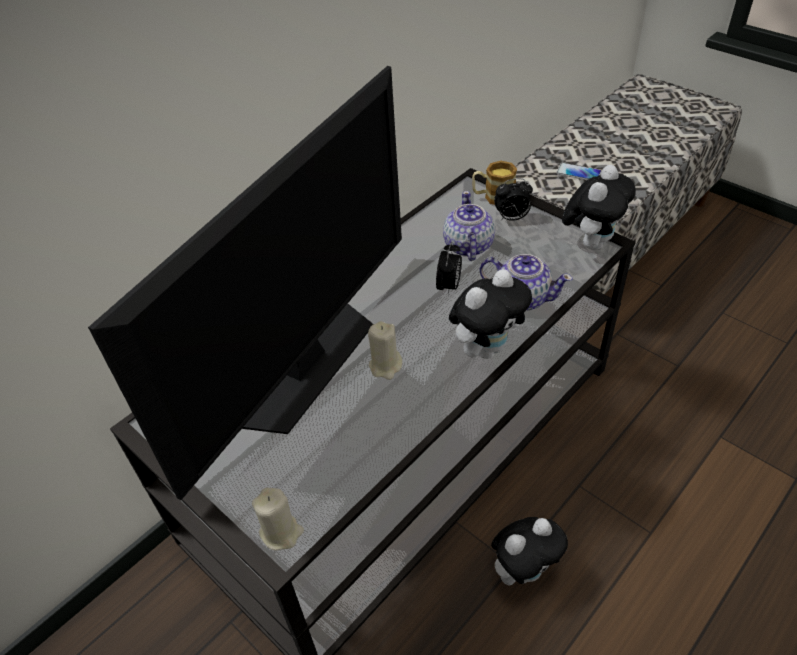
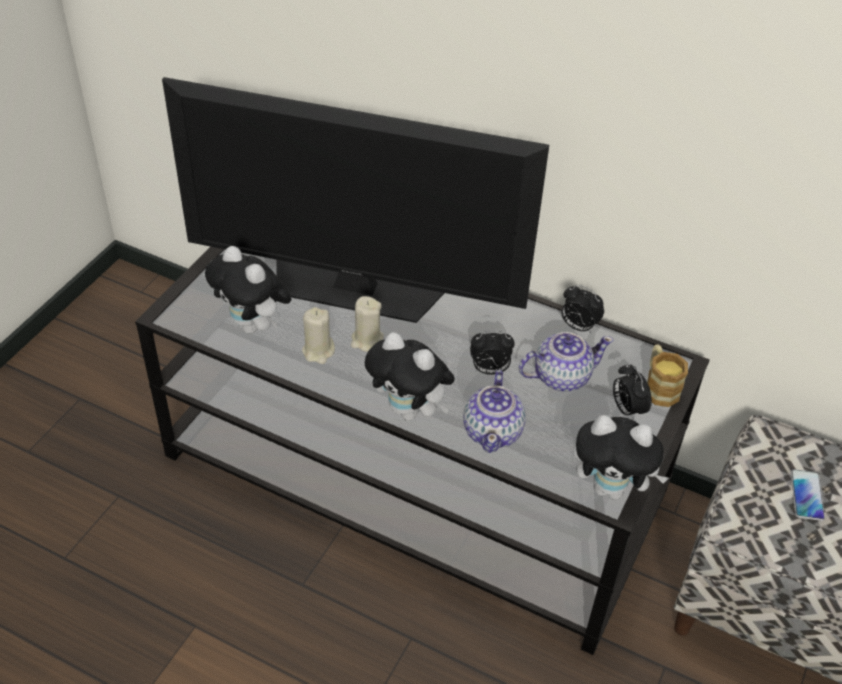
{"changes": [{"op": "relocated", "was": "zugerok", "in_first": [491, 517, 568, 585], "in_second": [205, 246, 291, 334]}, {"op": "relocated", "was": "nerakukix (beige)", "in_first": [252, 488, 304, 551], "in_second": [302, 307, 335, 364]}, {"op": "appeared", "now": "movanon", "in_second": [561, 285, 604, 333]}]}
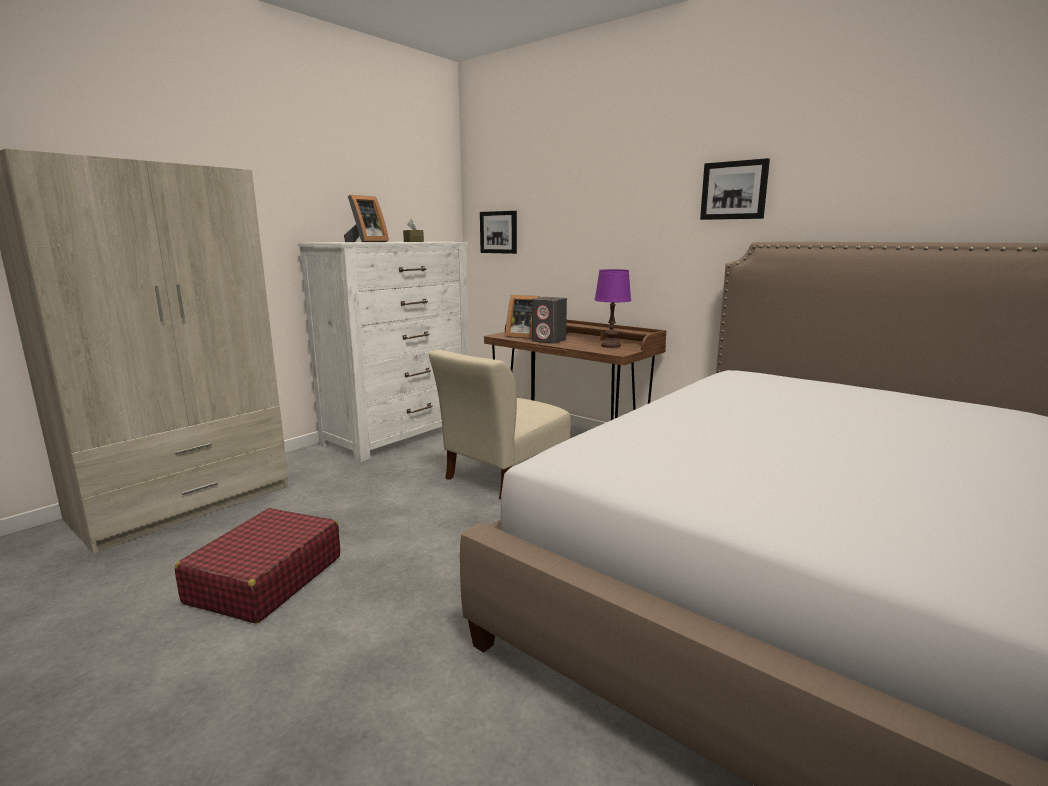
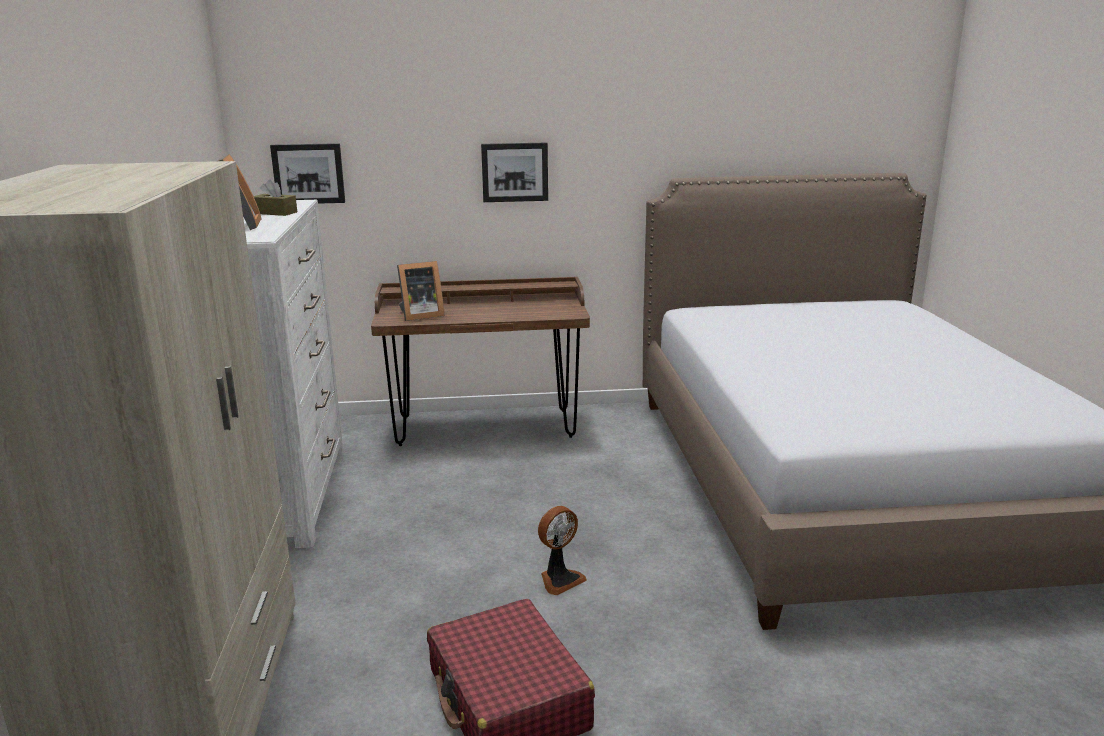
{"changes": [{"op": "relocated", "was": "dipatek", "in_first": [700, 158, 770, 220], "in_second": [481, 143, 548, 202]}, {"op": "appeared", "now": "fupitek", "in_second": [538, 506, 587, 595]}, {"op": "missing", "was": "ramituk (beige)", "in_first": [429, 350, 570, 499]}, {"op": "missing", "was": "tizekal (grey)", "in_first": [532, 297, 567, 344]}, {"op": "missing", "was": "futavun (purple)", "in_first": [595, 269, 631, 348]}]}
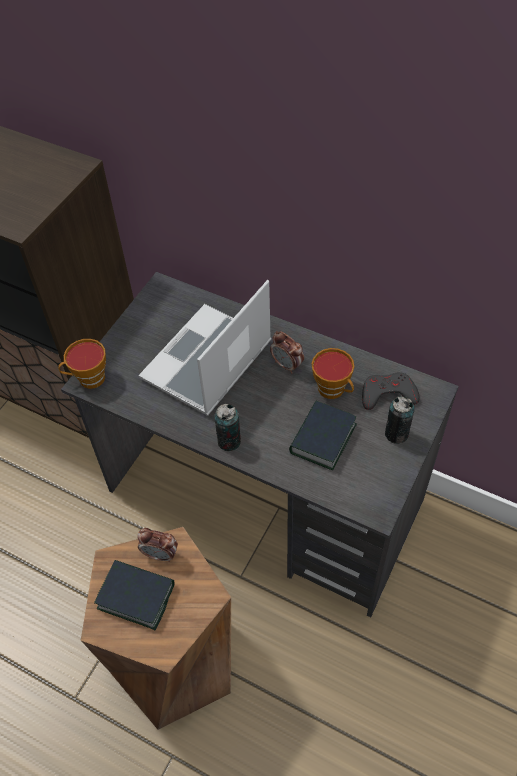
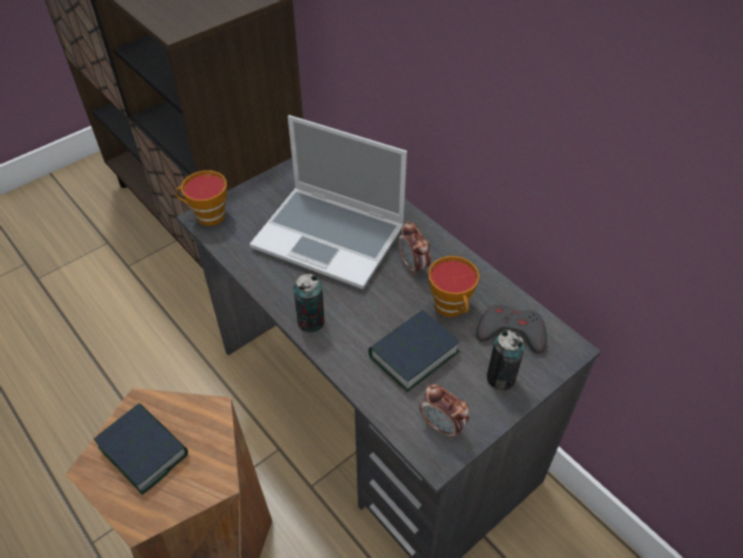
{"changes": [{"op": "spun", "was": "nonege", "in_first": [138, 280, 271, 416], "in_second": [250, 115, 407, 289], "clockwise": -120}, {"op": "relocated", "was": "movanon", "in_first": [137, 528, 178, 562], "in_second": [420, 384, 469, 439]}]}
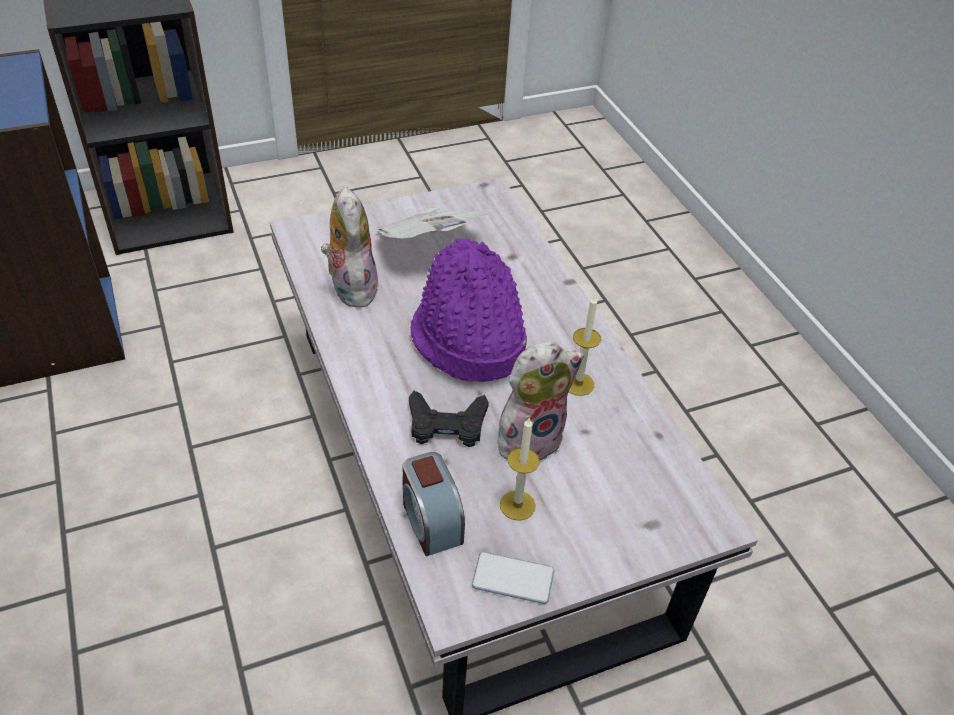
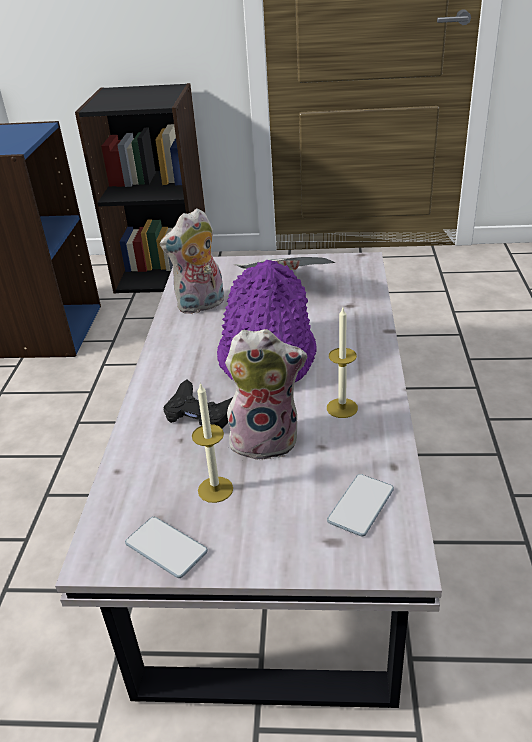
{"changes": [{"op": "spun", "was": "zugerok", "in_first": [321, 187, 380, 308], "in_second": [160, 208, 224, 315], "clockwise": -135}, {"op": "appeared", "now": "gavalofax", "in_second": [327, 474, 394, 537]}, {"op": "missing", "was": "movanon", "in_first": [403, 452, 465, 556]}]}
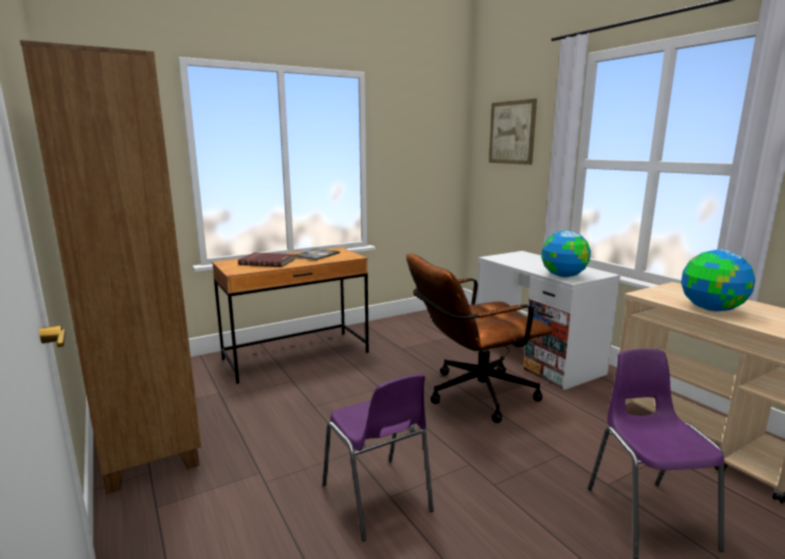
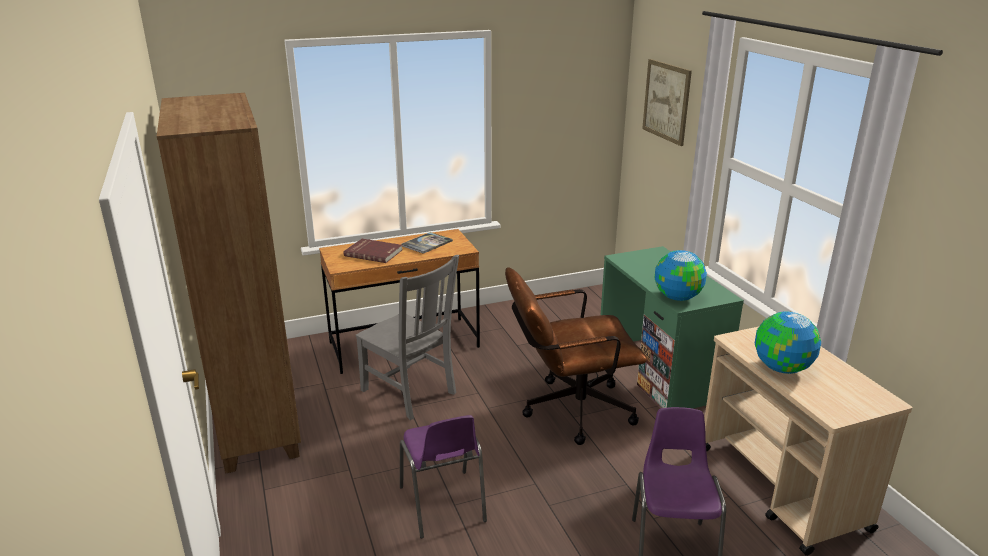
{"changes": [{"op": "appeared", "now": "ramituk (grey)", "in_second": [356, 255, 459, 420]}, {"op": "colour", "was": "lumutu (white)", "now": "lumutu (green)", "in_first": [476, 251, 621, 390], "in_second": [601, 246, 744, 409]}]}
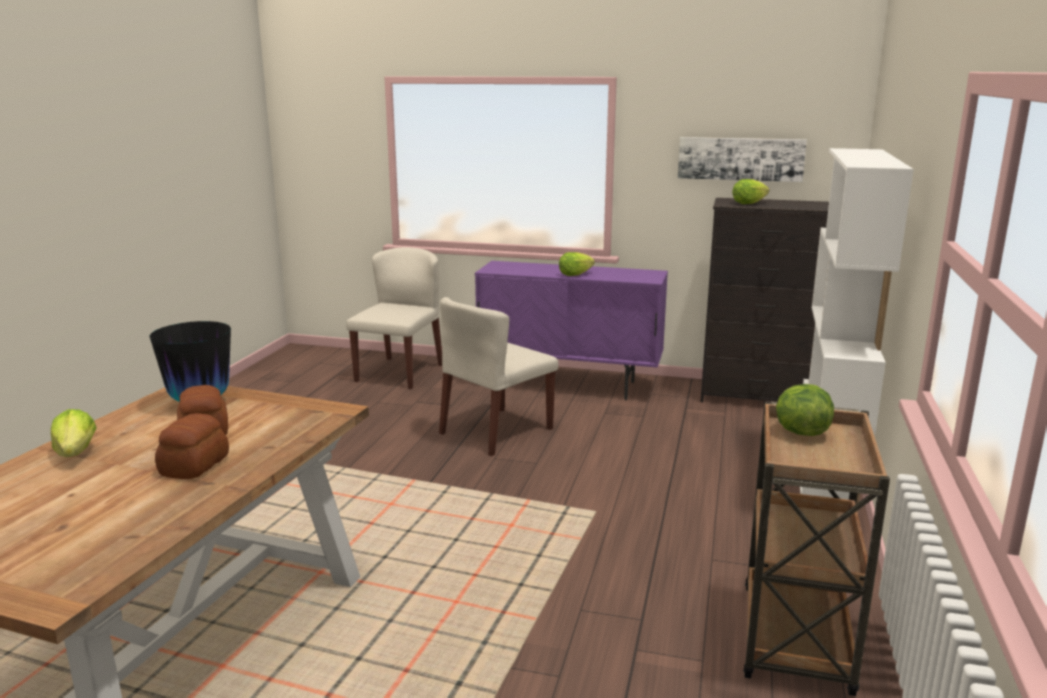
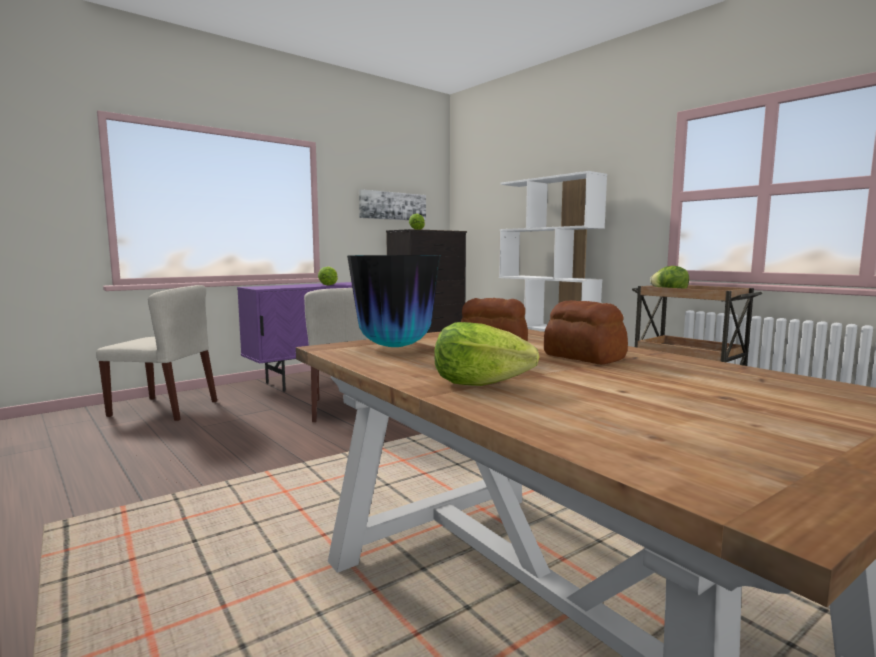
{"changes": [{"op": "spun", "was": "ramituk (beige)", "in_first": [346, 247, 442, 389], "in_second": [96, 285, 217, 421], "clockwise": 135}]}
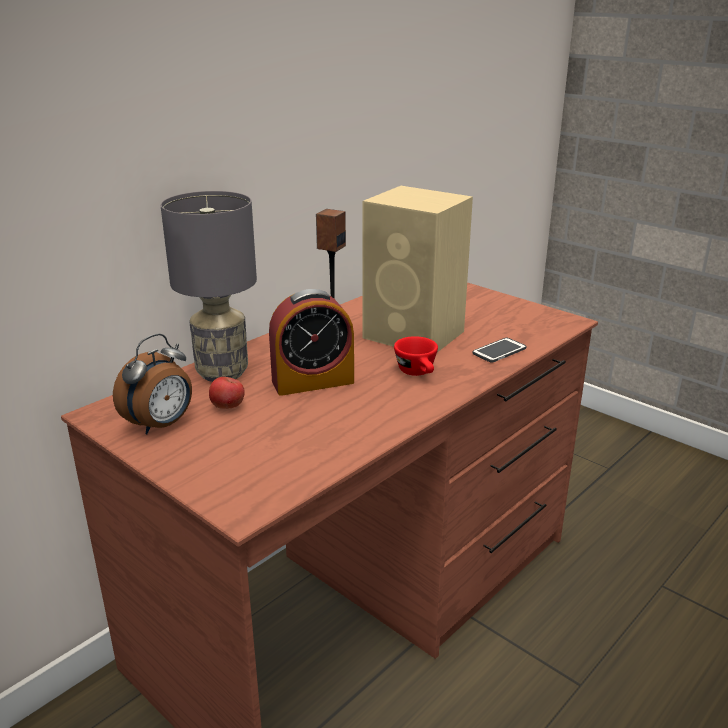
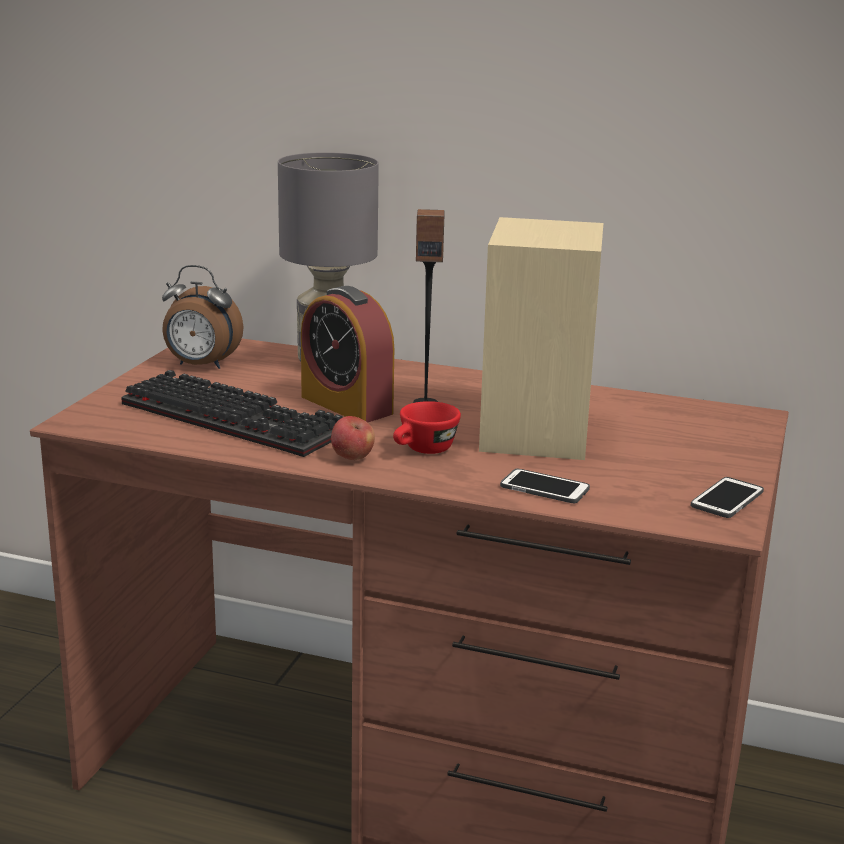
{"changes": [{"op": "appeared", "now": "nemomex", "in_second": [121, 370, 343, 457]}, {"op": "relocated", "was": "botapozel", "in_first": [209, 377, 245, 409], "in_second": [331, 416, 375, 460]}, {"op": "appeared", "now": "gavalofax", "in_second": [691, 477, 764, 518]}]}
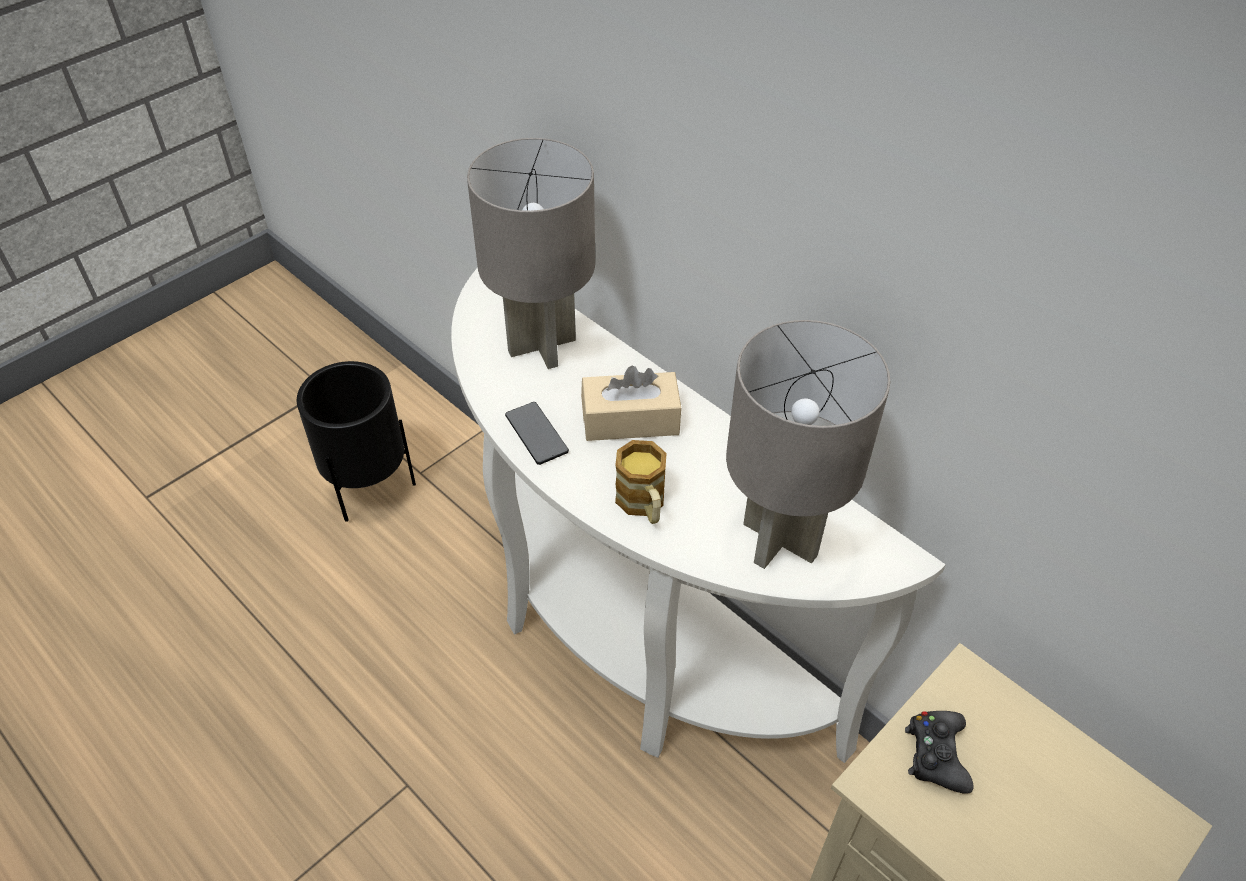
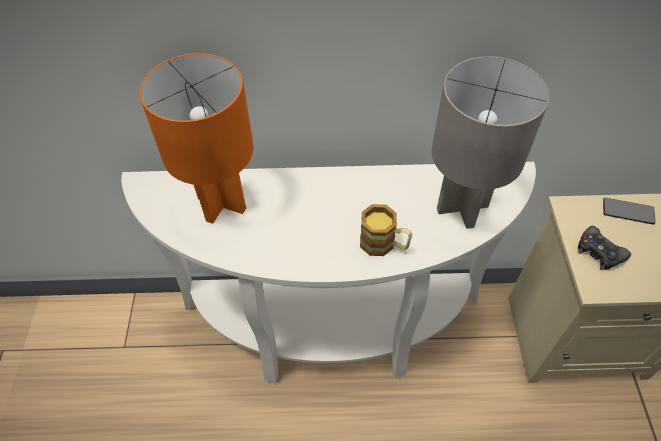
{"changes": [{"op": "colour", "was": "futavun (grey)", "now": "futavun (orange)", "in_first": [467, 138, 595, 369], "in_second": [140, 53, 254, 224]}, {"op": "relocated", "was": "gavalofax", "in_first": [505, 402, 569, 465], "in_second": [603, 198, 655, 224]}, {"op": "missing", "was": "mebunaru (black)", "in_first": [297, 361, 416, 522]}, {"op": "missing", "was": "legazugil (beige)", "in_first": [581, 366, 681, 441]}]}
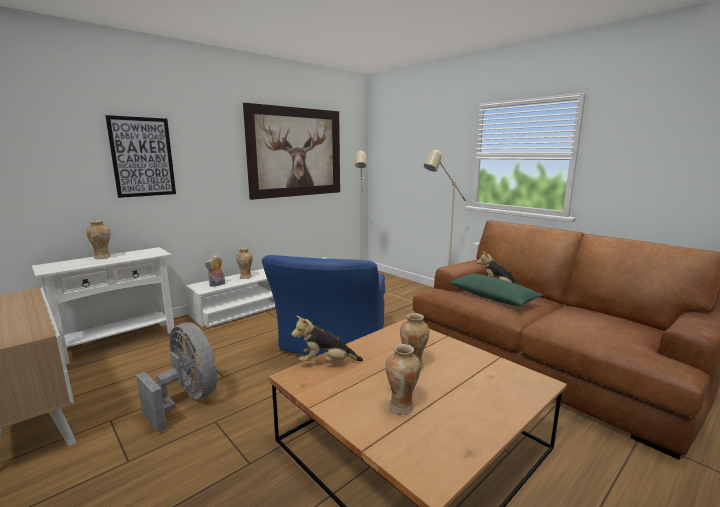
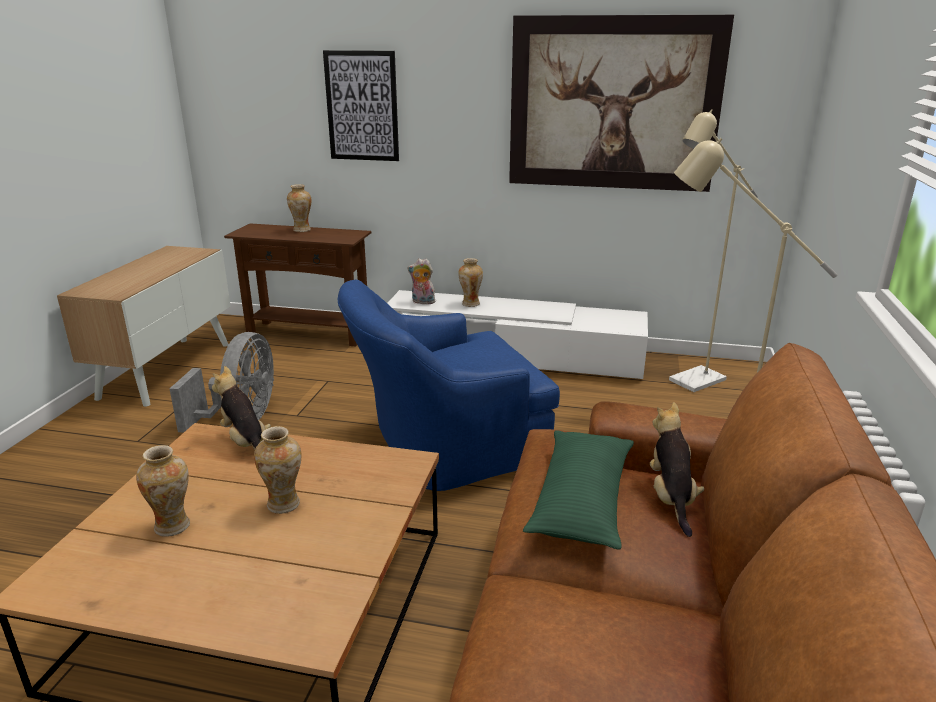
{"changes": [{"op": "colour", "was": "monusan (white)", "now": "monusan (brown)", "in_first": [32, 247, 174, 364], "in_second": [224, 223, 371, 347]}]}
